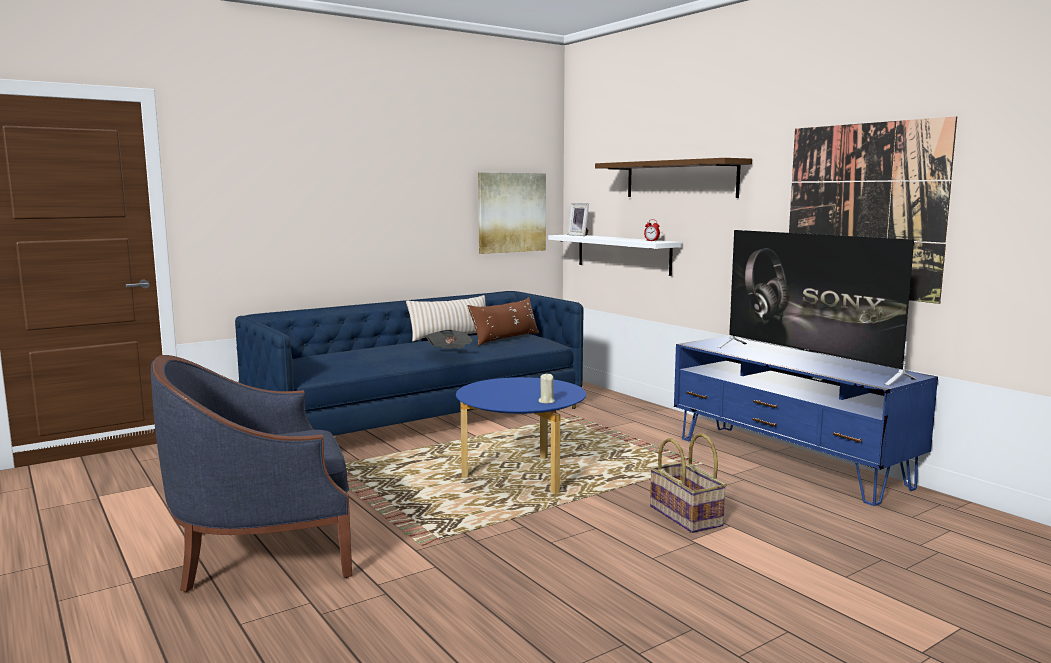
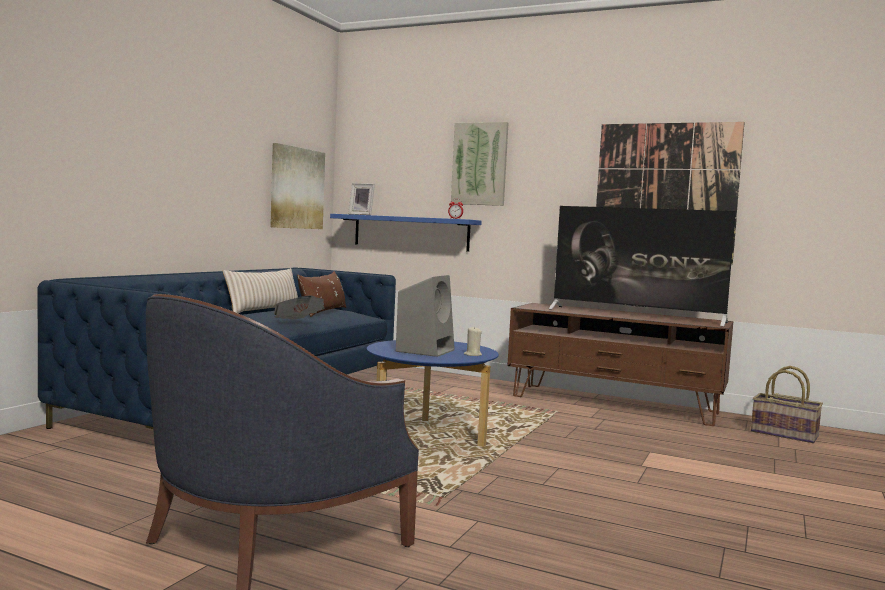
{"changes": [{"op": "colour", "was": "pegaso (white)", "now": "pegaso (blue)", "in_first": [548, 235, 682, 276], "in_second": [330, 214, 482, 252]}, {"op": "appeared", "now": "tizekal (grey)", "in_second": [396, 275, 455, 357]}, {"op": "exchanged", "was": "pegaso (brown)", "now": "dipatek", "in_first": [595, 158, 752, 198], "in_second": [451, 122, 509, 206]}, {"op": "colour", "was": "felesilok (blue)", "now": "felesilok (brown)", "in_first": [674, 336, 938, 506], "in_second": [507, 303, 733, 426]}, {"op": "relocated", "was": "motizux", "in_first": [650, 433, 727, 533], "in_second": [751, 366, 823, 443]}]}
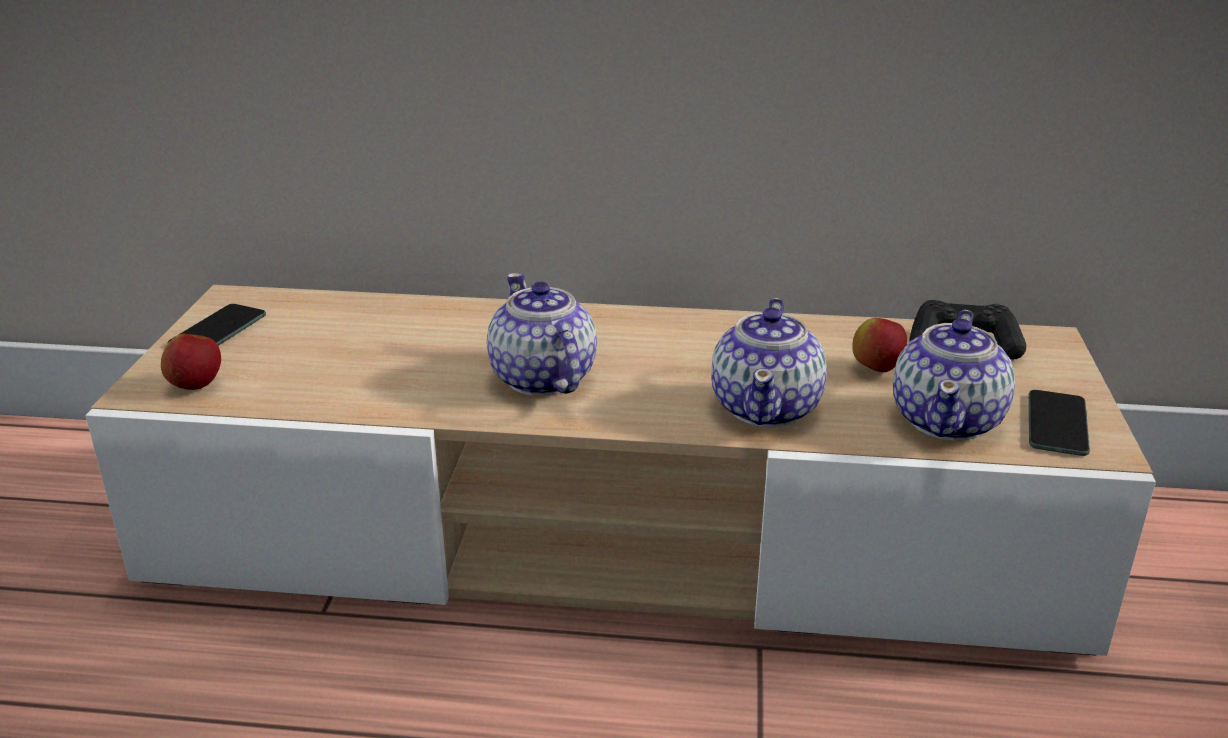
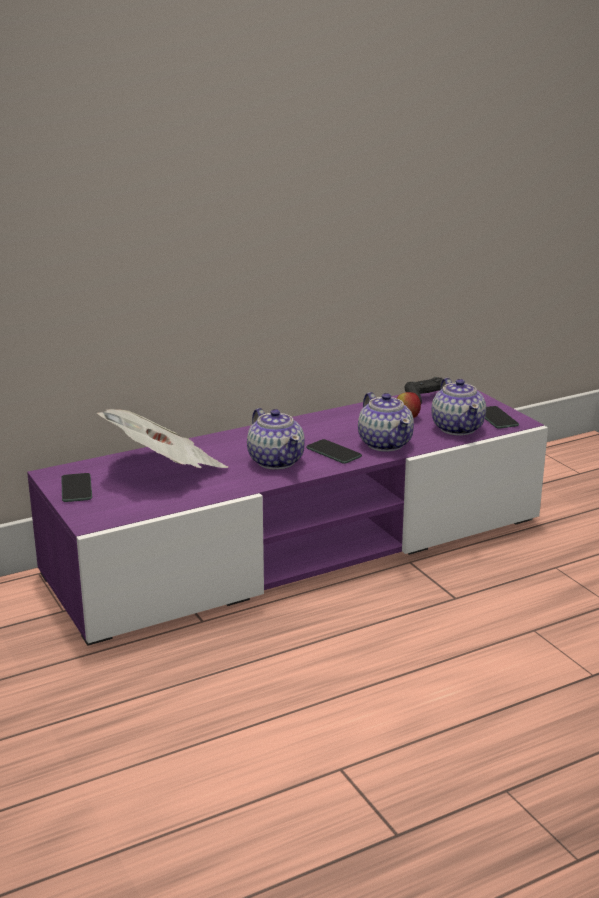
{"changes": [{"op": "colour", "was": "felesilok (beige)", "now": "felesilok (purple)", "in_first": [85, 285, 1156, 656], "in_second": [27, 390, 548, 646]}, {"op": "appeared", "now": "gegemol", "in_second": [97, 409, 228, 468]}, {"op": "spun", "was": "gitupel", "in_first": [487, 273, 597, 396], "in_second": [247, 408, 305, 470], "clockwise": -150}, {"op": "appeared", "now": "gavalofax", "in_second": [306, 439, 362, 464]}, {"op": "missing", "was": "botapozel", "in_first": [161, 334, 221, 390]}]}
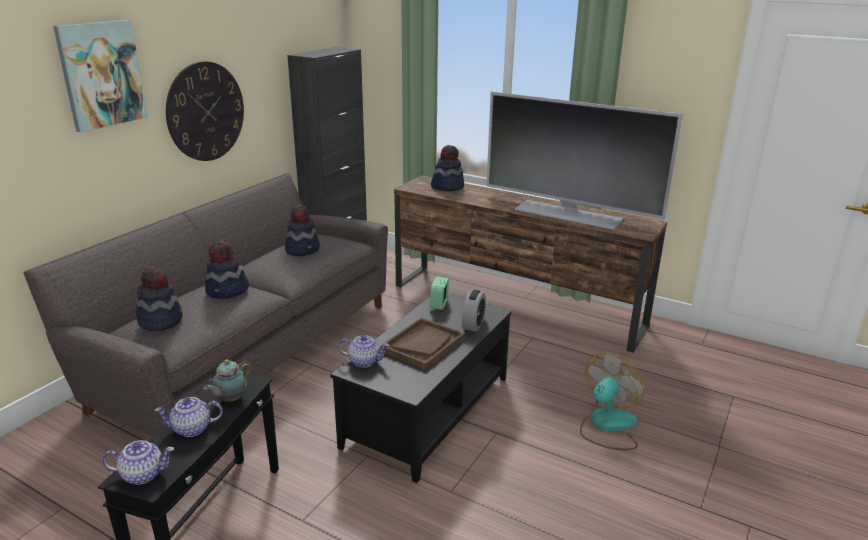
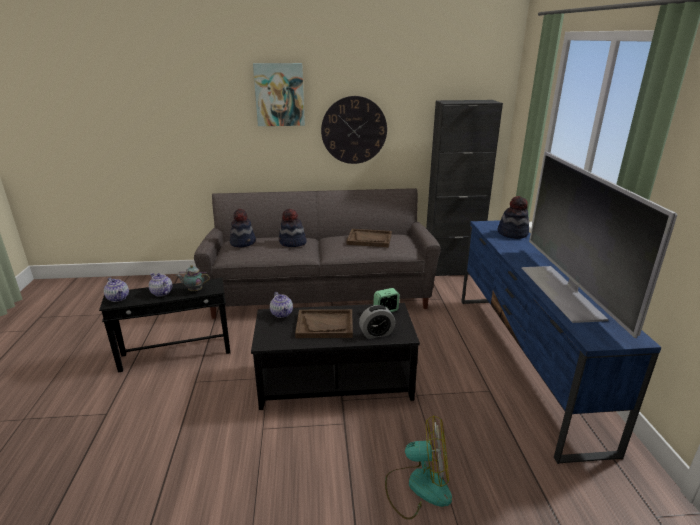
{"changes": [{"op": "exchanged", "was": "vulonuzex", "now": "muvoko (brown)", "in_first": [285, 204, 320, 256], "in_second": [347, 229, 392, 247]}, {"op": "colour", "was": "felesilok (brown)", "now": "felesilok (blue)", "in_first": [394, 175, 667, 353], "in_second": [461, 220, 662, 464]}]}
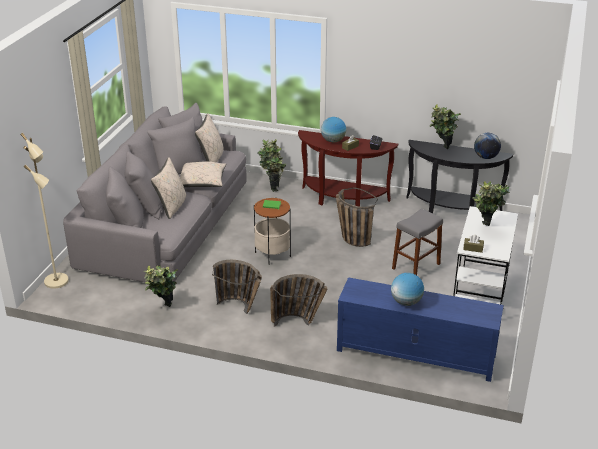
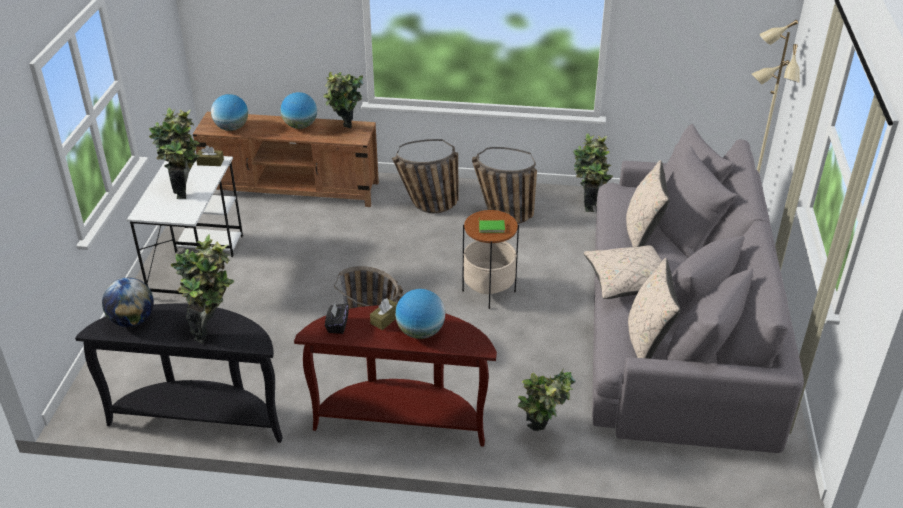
{"changes": [{"op": "colour", "was": "felesilok (blue)", "now": "felesilok (brown)", "in_first": [337, 277, 504, 382], "in_second": [193, 112, 379, 207]}, {"op": "appeared", "now": "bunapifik", "in_second": [211, 94, 248, 131]}, {"op": "appeared", "now": "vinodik", "in_second": [323, 72, 363, 129]}, {"op": "missing", "was": "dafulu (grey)", "in_first": [392, 209, 443, 275]}]}
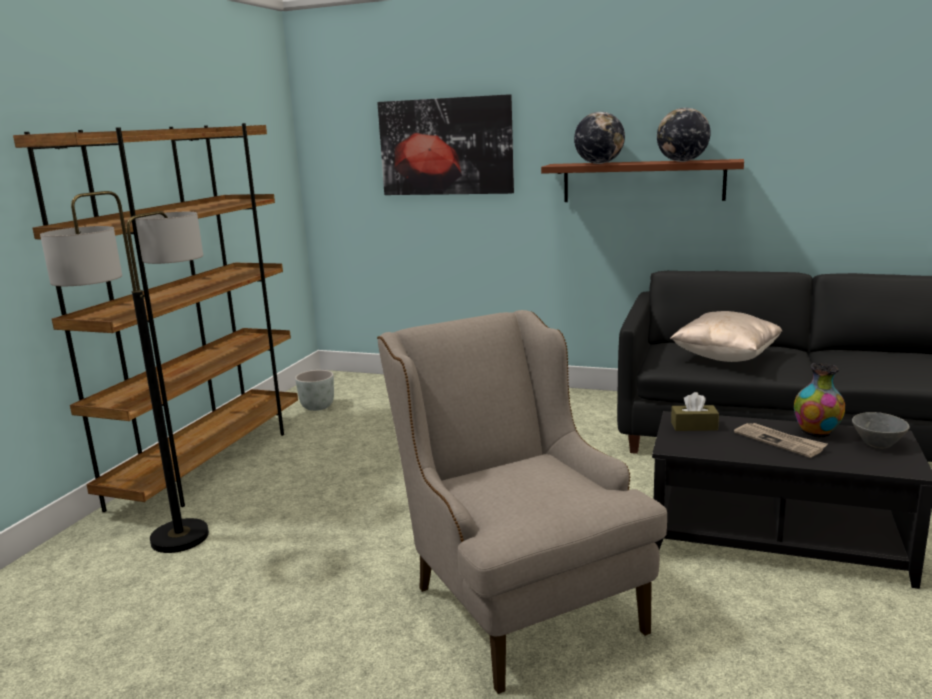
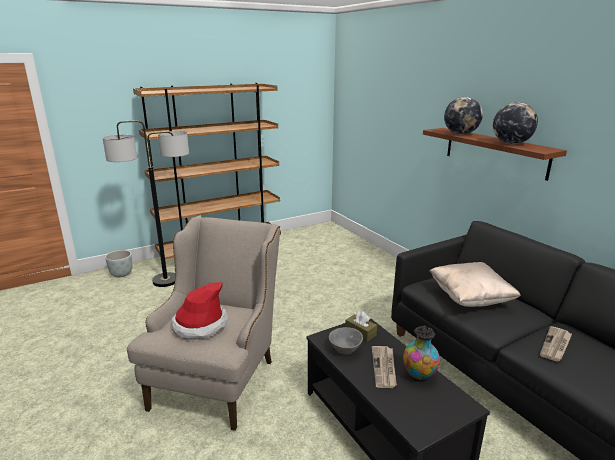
{"changes": [{"op": "relocated", "was": "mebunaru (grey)", "in_first": [295, 370, 334, 411], "in_second": [105, 250, 132, 277]}, {"op": "appeared", "now": "vulonuzex", "in_second": [171, 282, 227, 340]}, {"op": "relocated", "was": "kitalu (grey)", "in_first": [852, 412, 910, 448], "in_second": [329, 327, 363, 355]}, {"op": "appeared", "now": "gegemol", "in_second": [540, 326, 572, 362]}, {"op": "missing", "was": "dipatek", "in_first": [377, 94, 514, 195]}]}
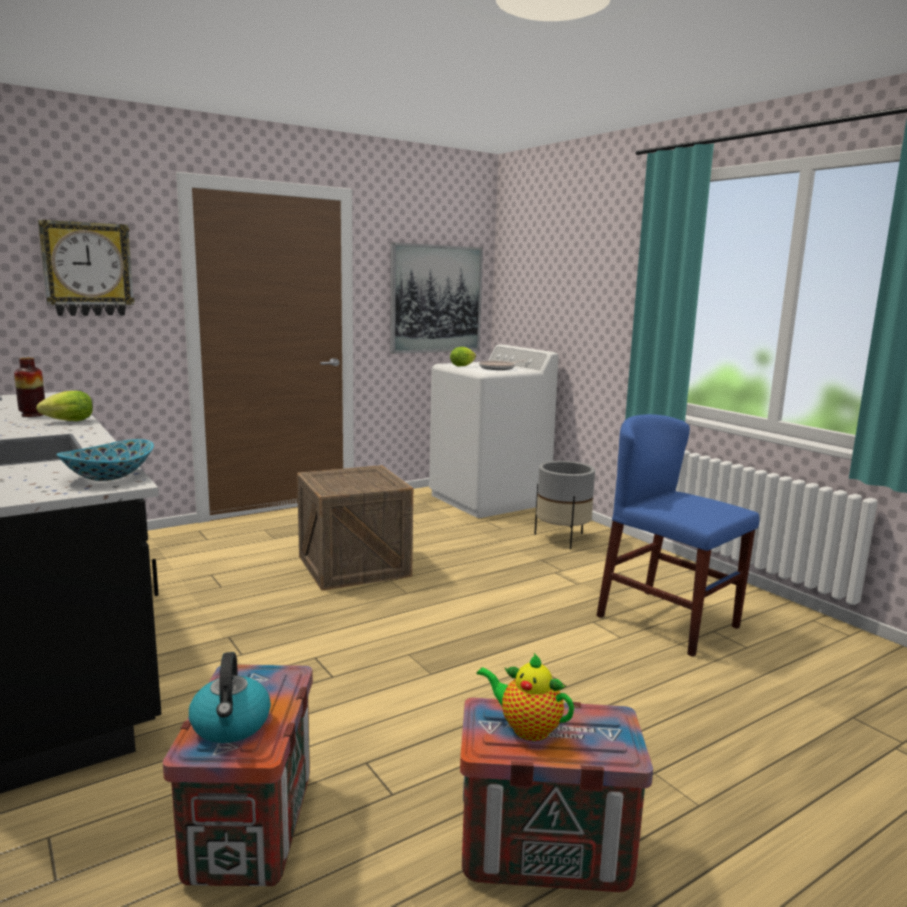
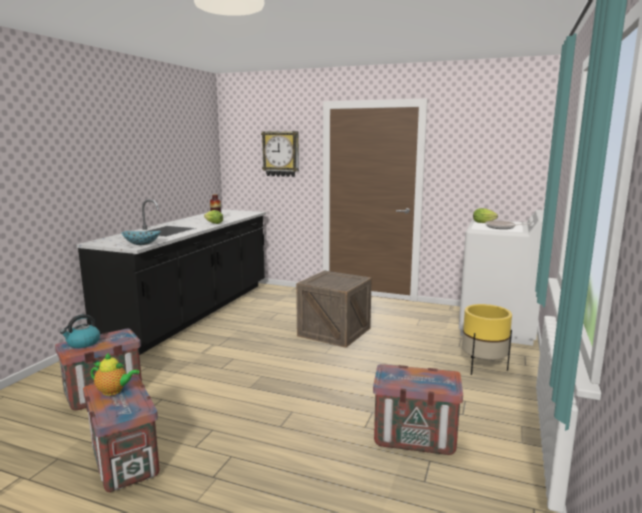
{"changes": [{"op": "spun", "was": "gitupel", "in_first": [477, 653, 574, 741], "in_second": [91, 353, 139, 396], "clockwise": 105}, {"op": "exchanged", "was": "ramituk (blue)", "now": "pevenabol", "in_first": [596, 414, 759, 657], "in_second": [373, 364, 463, 455]}, {"op": "colour", "was": "mebunaru (grey)", "now": "mebunaru (yellow)", "in_first": [534, 461, 595, 550], "in_second": [462, 304, 512, 375]}, {"op": "missing", "was": "dipatek", "in_first": [390, 243, 483, 354]}]}
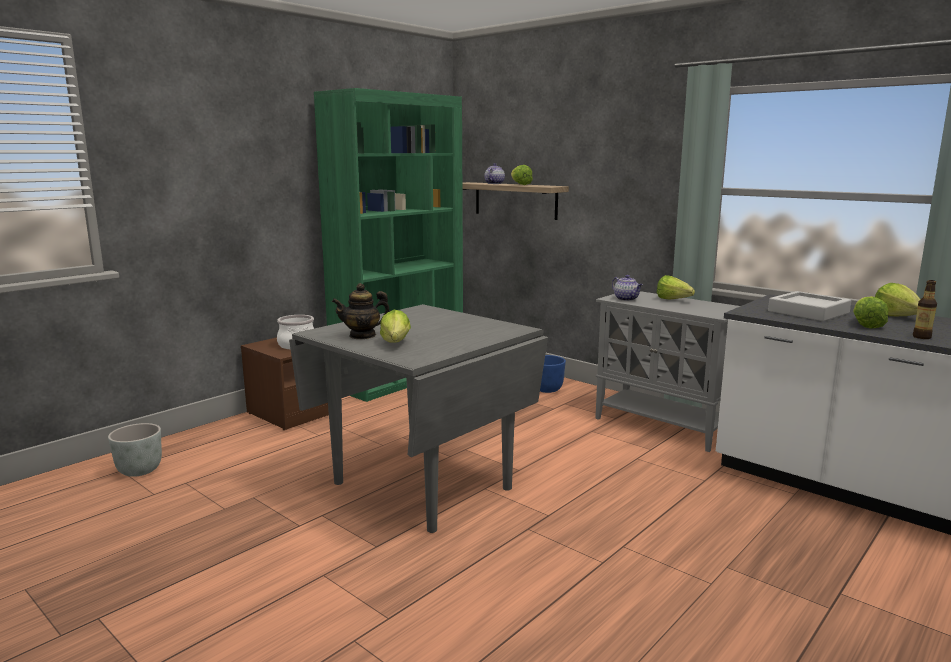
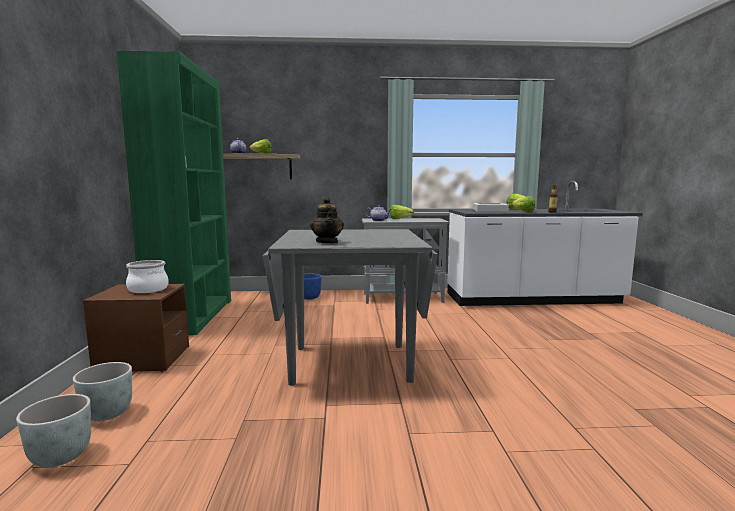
{"changes": [{"op": "appeared", "now": "mebunaru (grey)", "in_second": [73, 362, 132, 421]}, {"op": "spun", "was": "gitupel", "in_first": [332, 283, 391, 339], "in_second": [310, 197, 344, 243], "clockwise": -45}, {"op": "missing", "was": "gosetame", "in_first": [380, 310, 411, 343]}]}
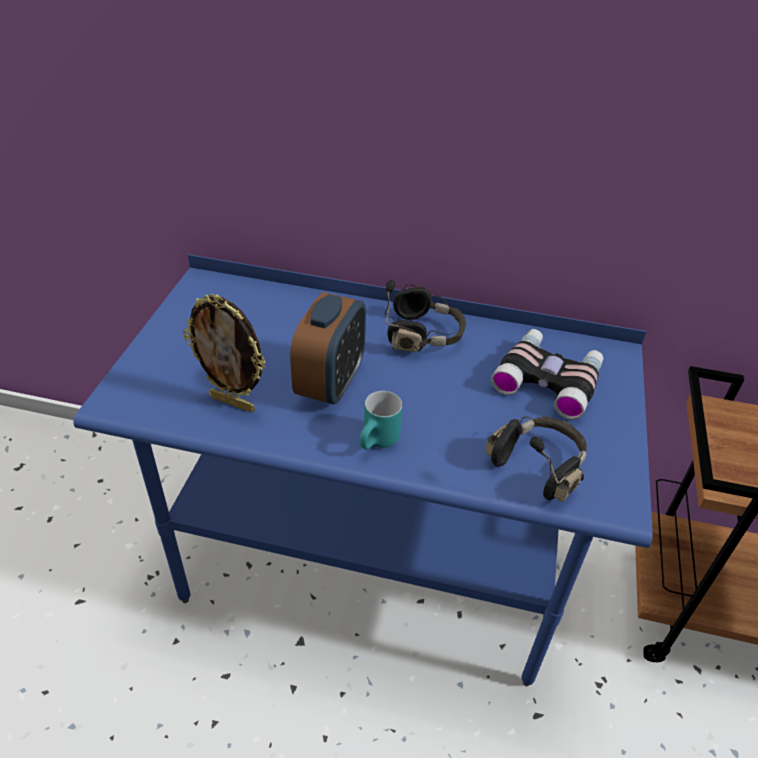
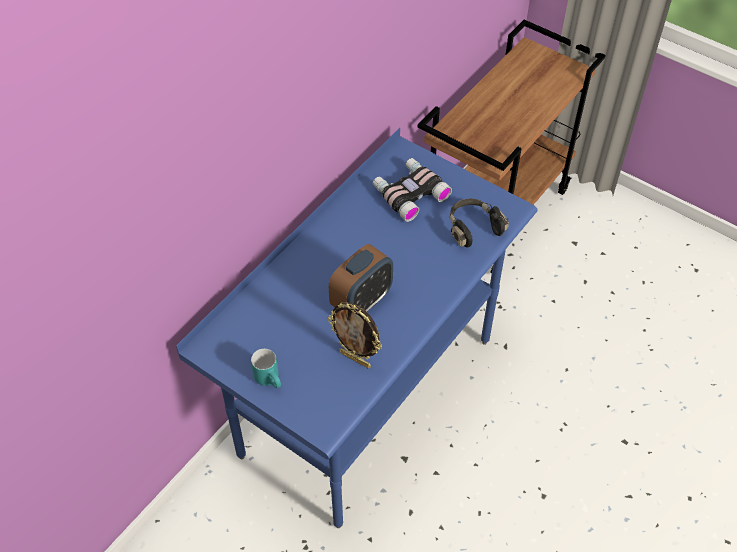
{"changes": [{"op": "relocated", "was": "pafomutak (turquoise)", "in_first": [359, 391, 402, 450], "in_second": [251, 349, 281, 388]}, {"op": "spun", "was": "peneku", "in_first": [183, 294, 266, 412], "in_second": [327, 302, 382, 368], "clockwise": 75}, {"op": "spun", "was": "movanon", "in_first": [290, 292, 366, 404], "in_second": [329, 244, 393, 312], "clockwise": 90}, {"op": "missing", "was": "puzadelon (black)", "in_first": [385, 280, 466, 352]}]}
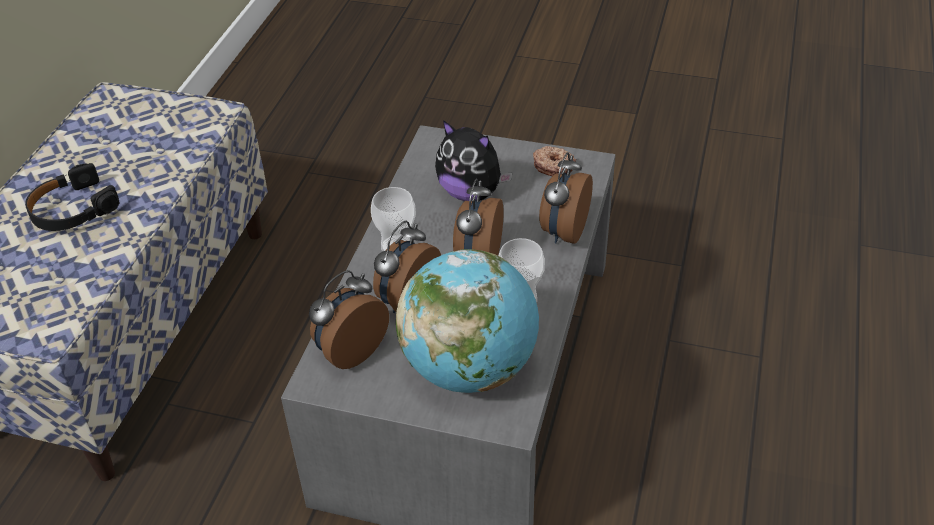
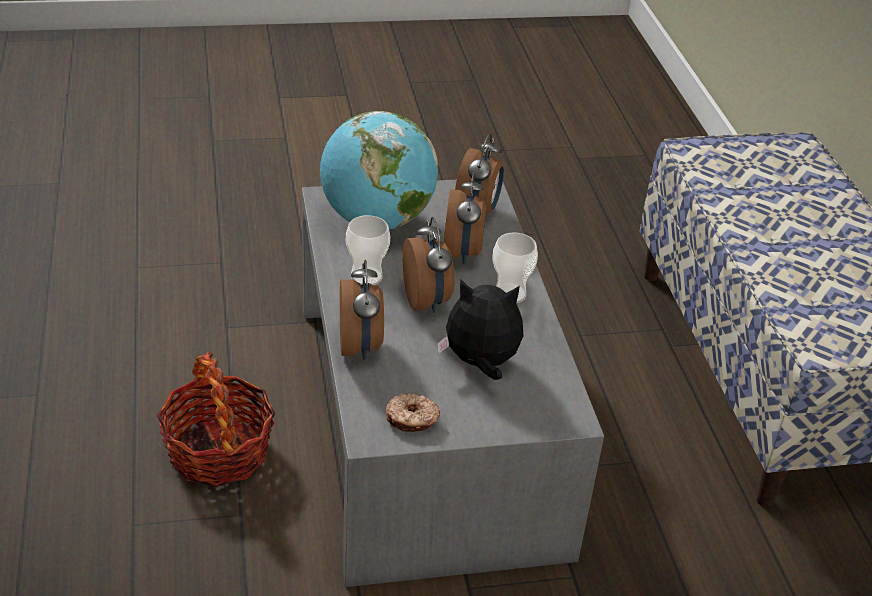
{"changes": [{"op": "appeared", "now": "motizux", "in_second": [157, 351, 275, 487]}, {"op": "missing", "was": "puzadelon (black)", "in_first": [25, 163, 119, 231]}]}
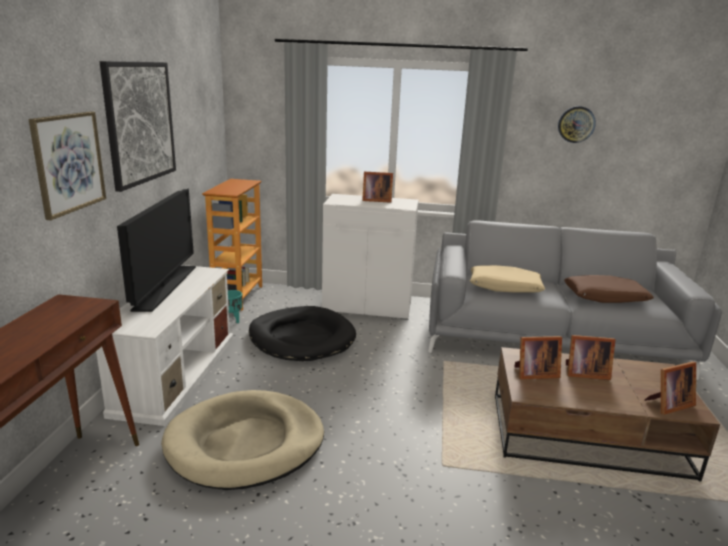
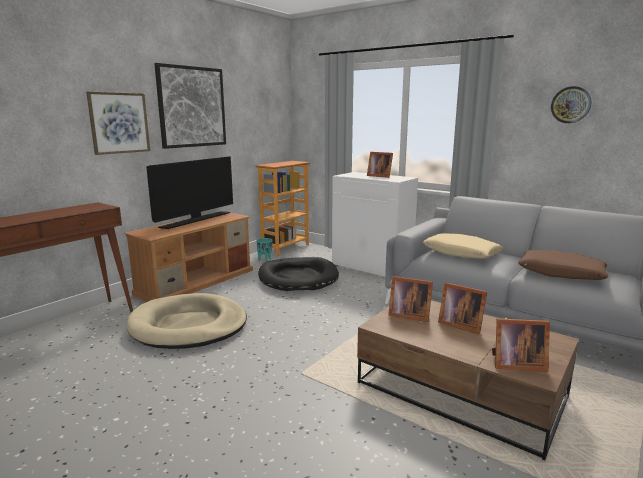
{"changes": [{"op": "colour", "was": "felesilok (white)", "now": "felesilok (brown)", "in_first": [96, 265, 234, 426], "in_second": [124, 213, 253, 302]}]}
